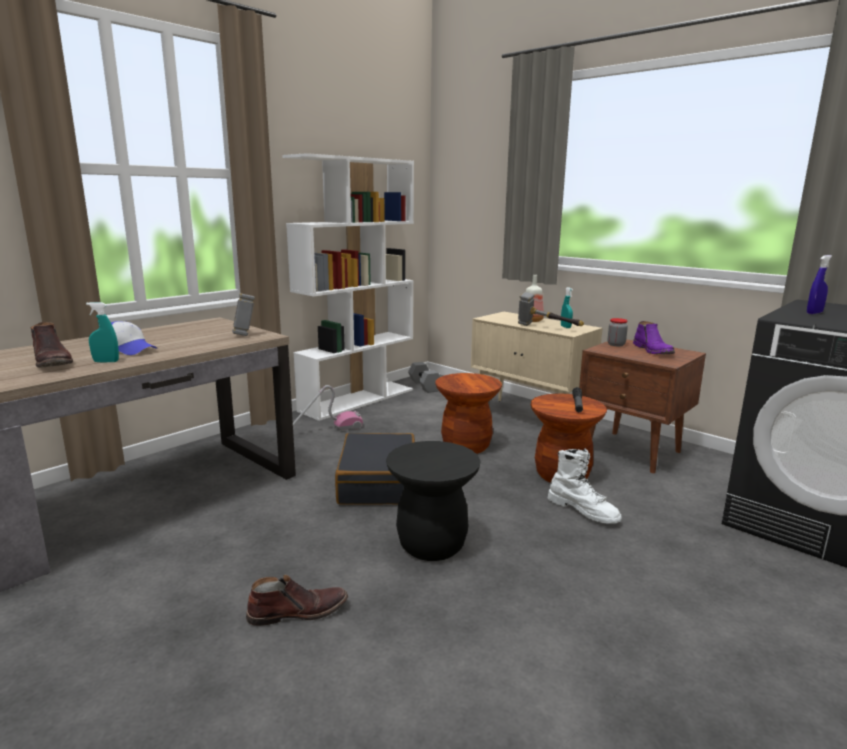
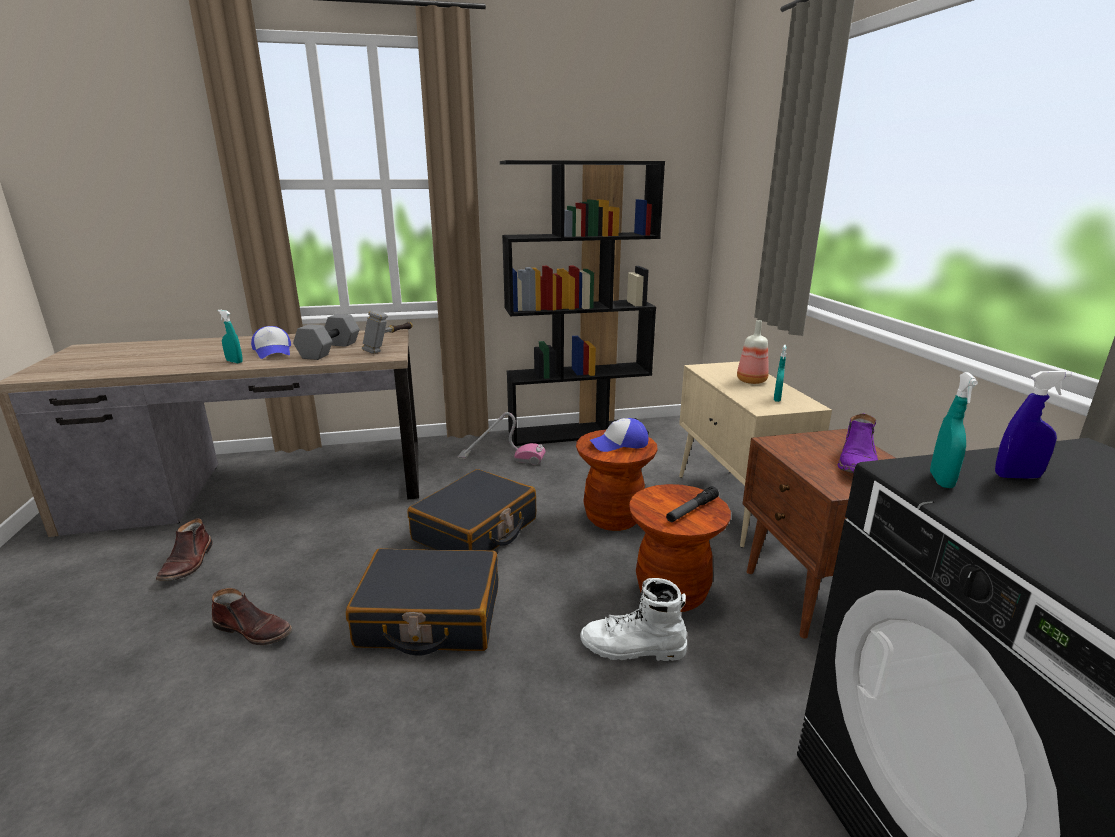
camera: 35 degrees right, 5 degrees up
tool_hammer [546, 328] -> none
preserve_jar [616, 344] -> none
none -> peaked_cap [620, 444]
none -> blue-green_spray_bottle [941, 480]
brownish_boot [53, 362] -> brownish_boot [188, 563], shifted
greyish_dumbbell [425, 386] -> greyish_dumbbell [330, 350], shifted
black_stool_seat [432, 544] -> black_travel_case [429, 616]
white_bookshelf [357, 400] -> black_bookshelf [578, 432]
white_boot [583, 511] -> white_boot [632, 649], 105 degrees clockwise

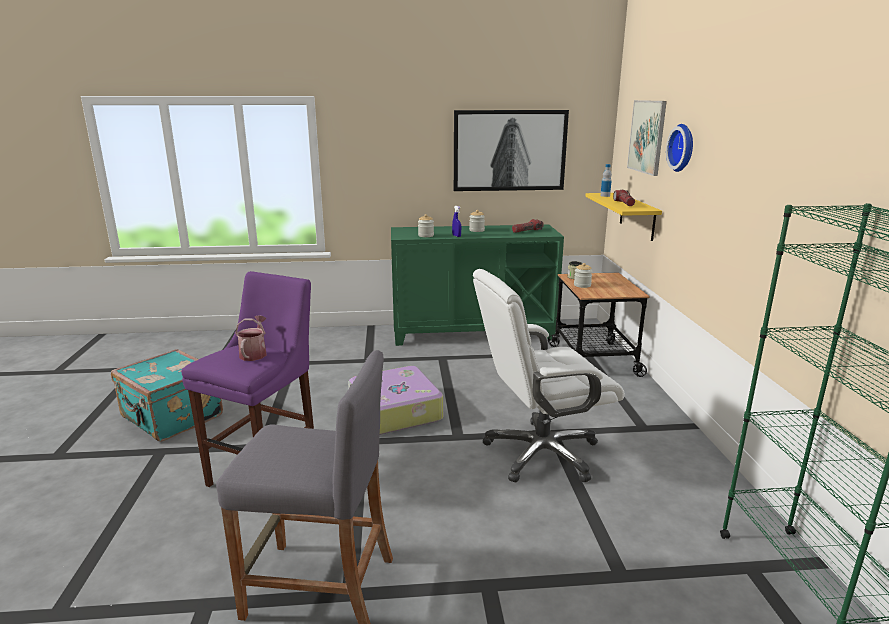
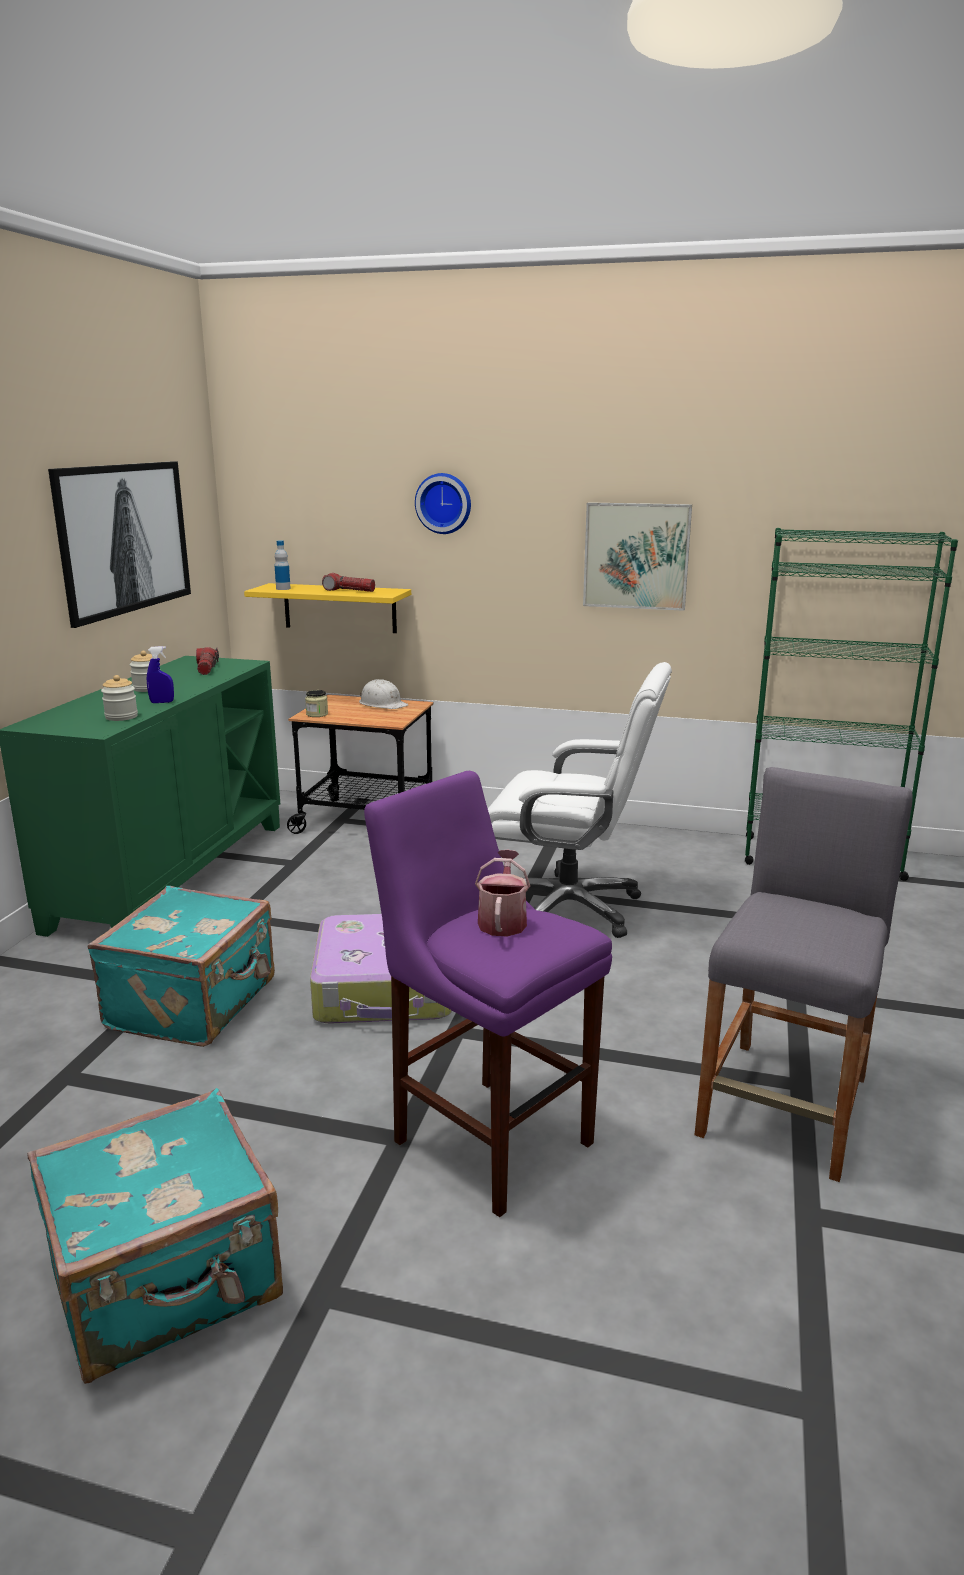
camera: 70 degrees left, 0 degrees up
preserve_jar [582, 285] -> none
none -> blue-green_travel_case [195, 1004]
none -> white_safety_helmet [382, 704]
picture [647, 136] -> picture [636, 556], shifted
watering_pot [254, 353] -> watering_pot [502, 920], 75 degrees clockwise
white_computer_chair [540, 453] -> white_computer_chair [569, 908], 75 degrees counterclockwise

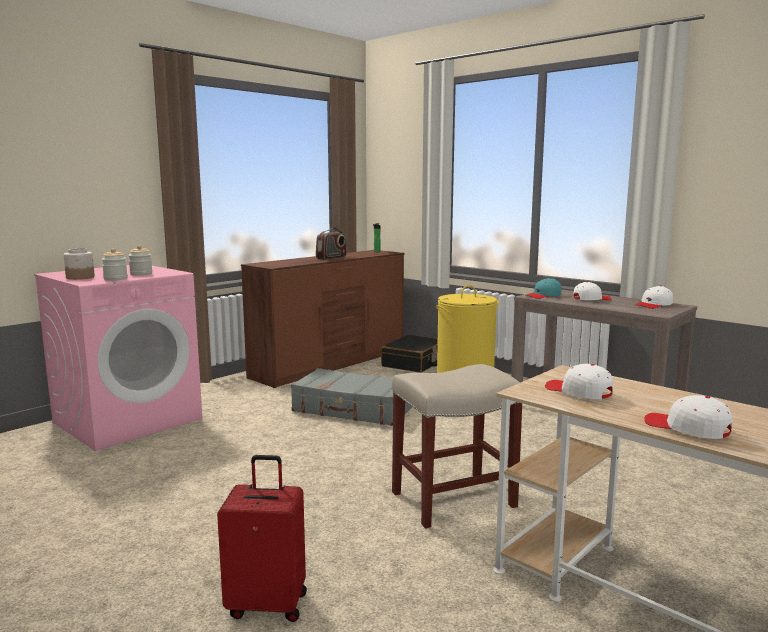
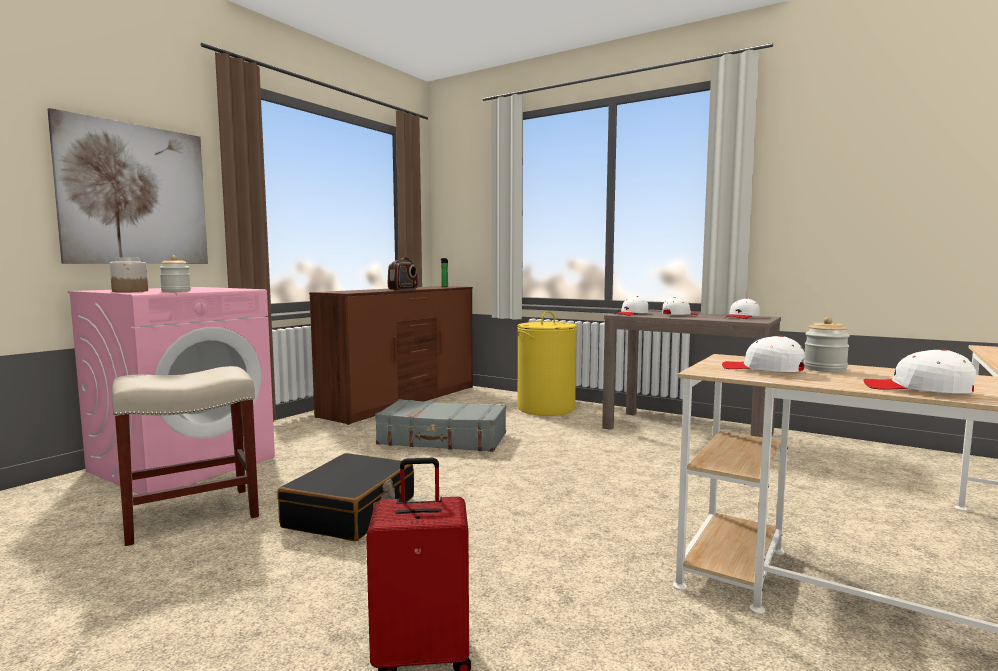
camera: 10 degrees left, 5 degrees down
none -> picture [135, 195]
preserve_jar [141, 274] -> preserve_jar [824, 369], shifted
black_travel_case [414, 363] -> black_travel_case [351, 512], shifted
beige-coloured_stool_seat [454, 499] -> beige-coloured_stool_seat [193, 514], shifted
blue-green_peaked_cap [543, 296] -> white_peaked_cap [631, 314]

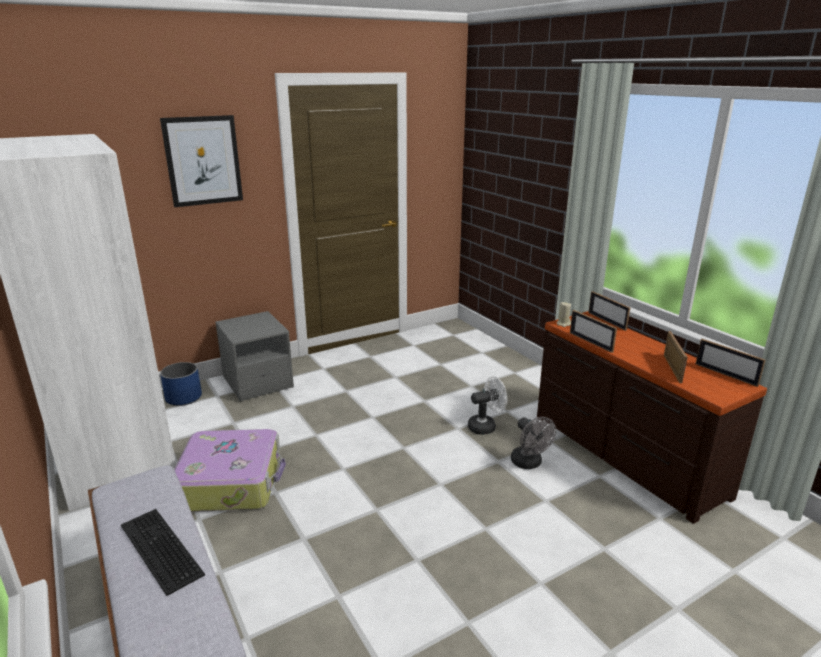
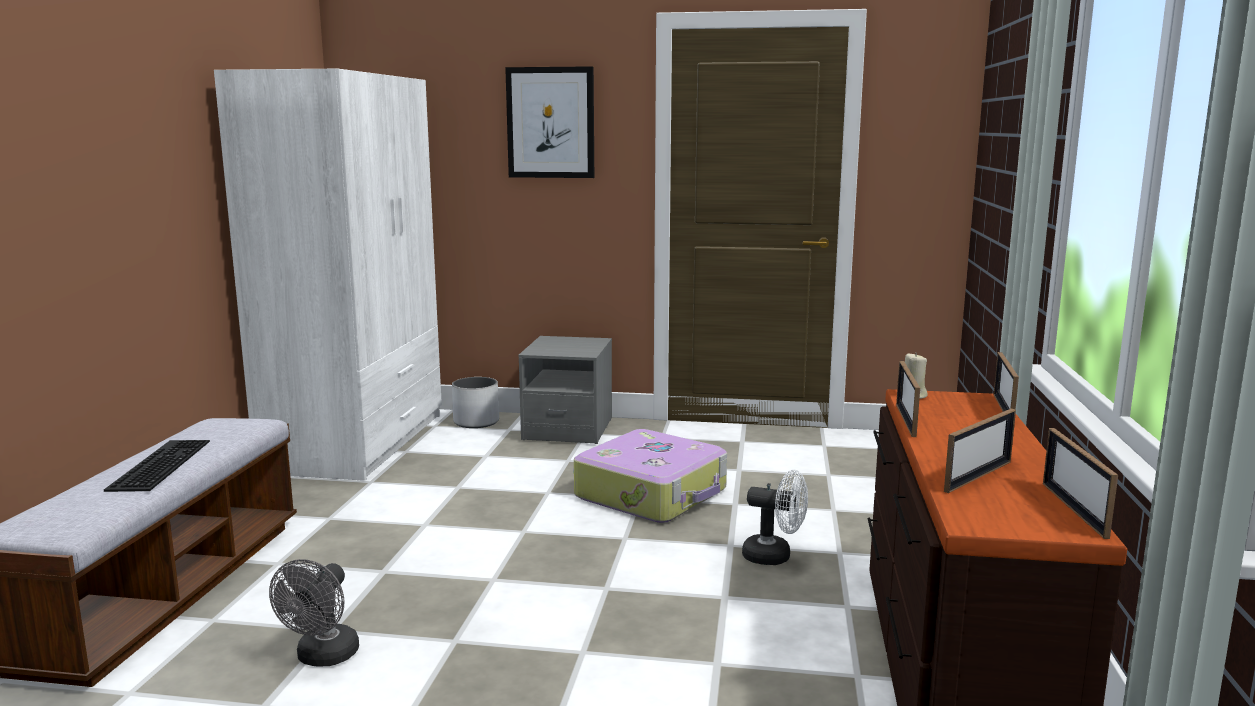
camera: 40 degrees right, 10 degrees down
travel_case [231, 482] -> travel_case [653, 494], shifted
greyish_cooling_fan [529, 463] -> greyish_cooling_fan [323, 658], shifted
blue-coloured_plant_pot [183, 397] -> white_plant_pot [476, 422]

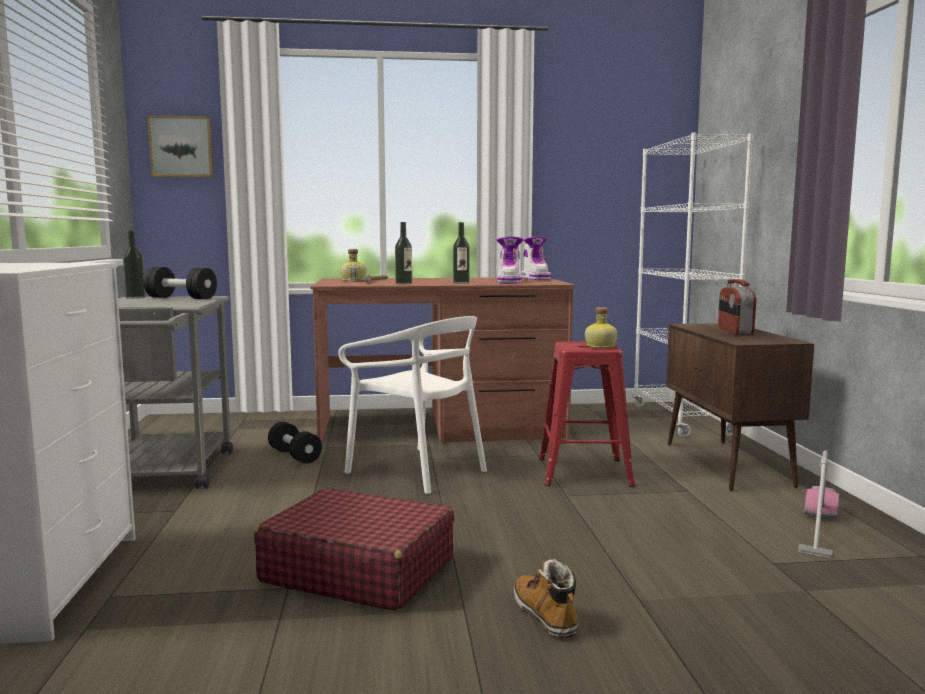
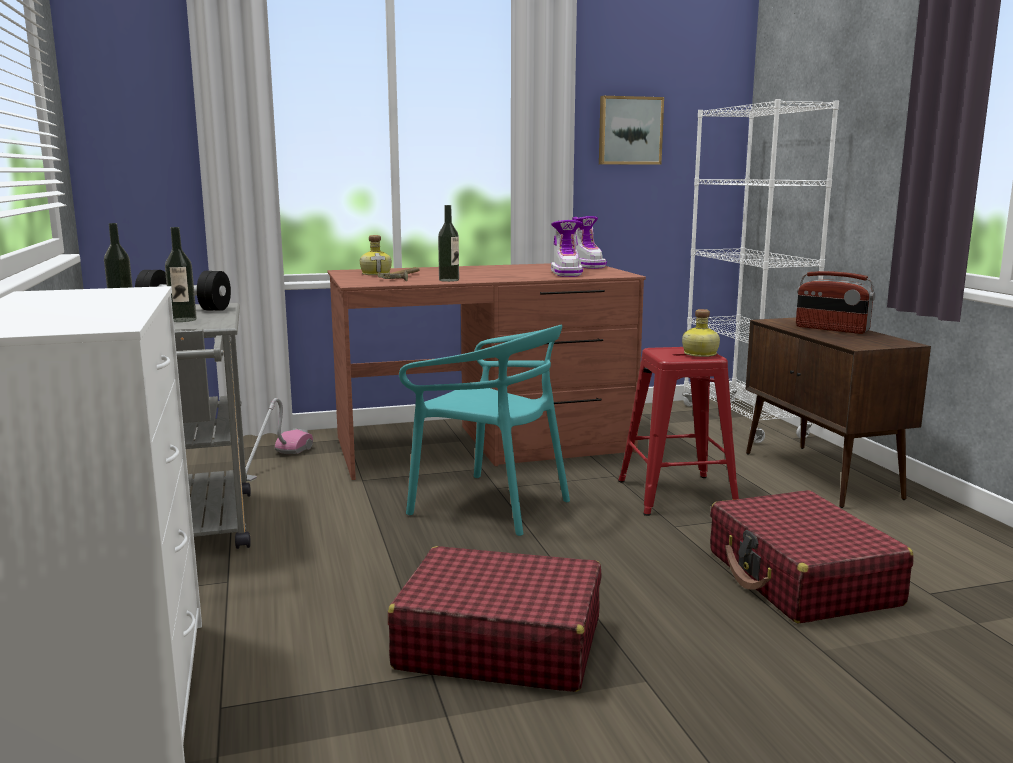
camera: 10 degrees left, 5 degrees up
black_dumbbell [295, 456] -> none
boot [545, 615] -> none
none -> red-coloured_travel_case [801, 578]
picture [182, 147] -> picture [629, 131], shifted
bottle [461, 282] -> bottle [183, 320], shifted
hoover [818, 529] -> hoover [273, 462], shifted
white_plain_chair [417, 470] -> blue-green_plain_chair [490, 505]
radio [734, 331] -> radio [831, 329], 45 degrees counterclockwise

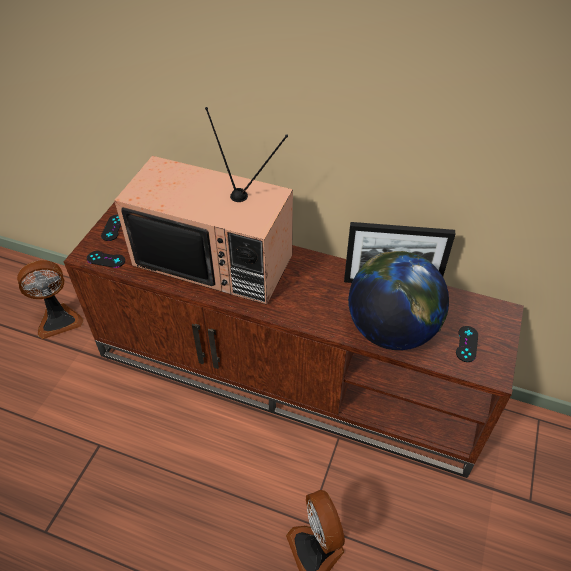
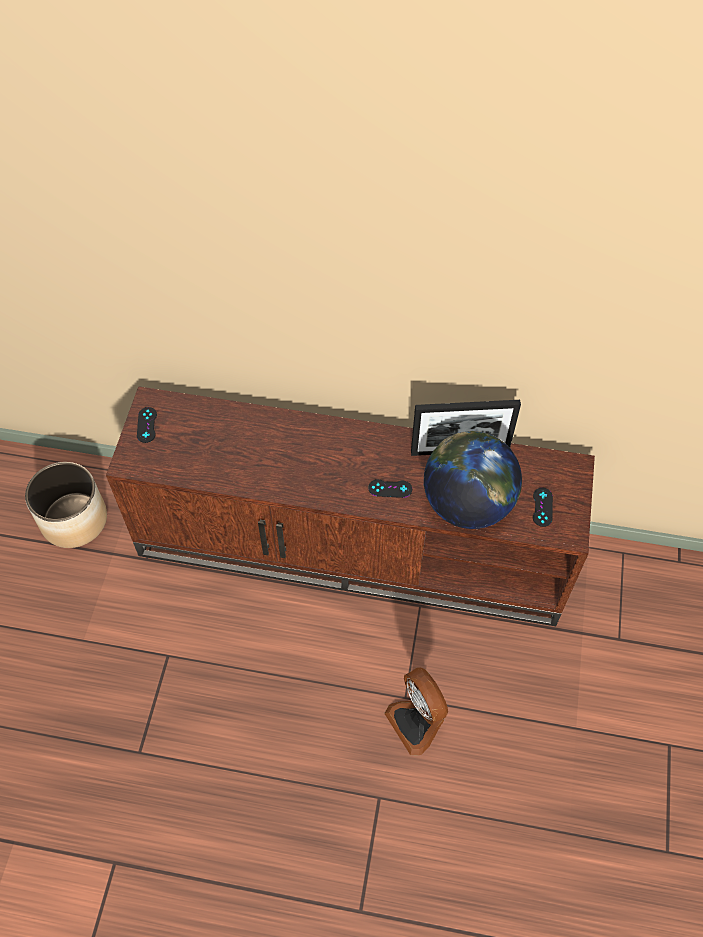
camera: 10 degrees left, 10 degrees up
TV [216, 259] -> none
black_gamepad [106, 259] -> black_gamepad [390, 488], shifted
cooling_fan [58, 319] -> plant_pot [74, 519]

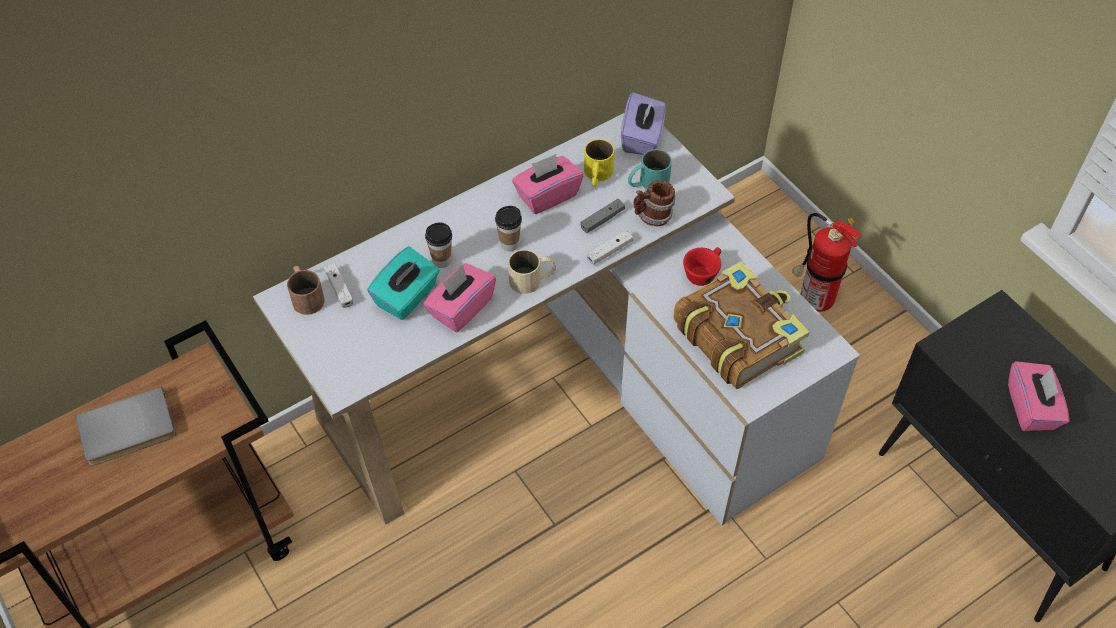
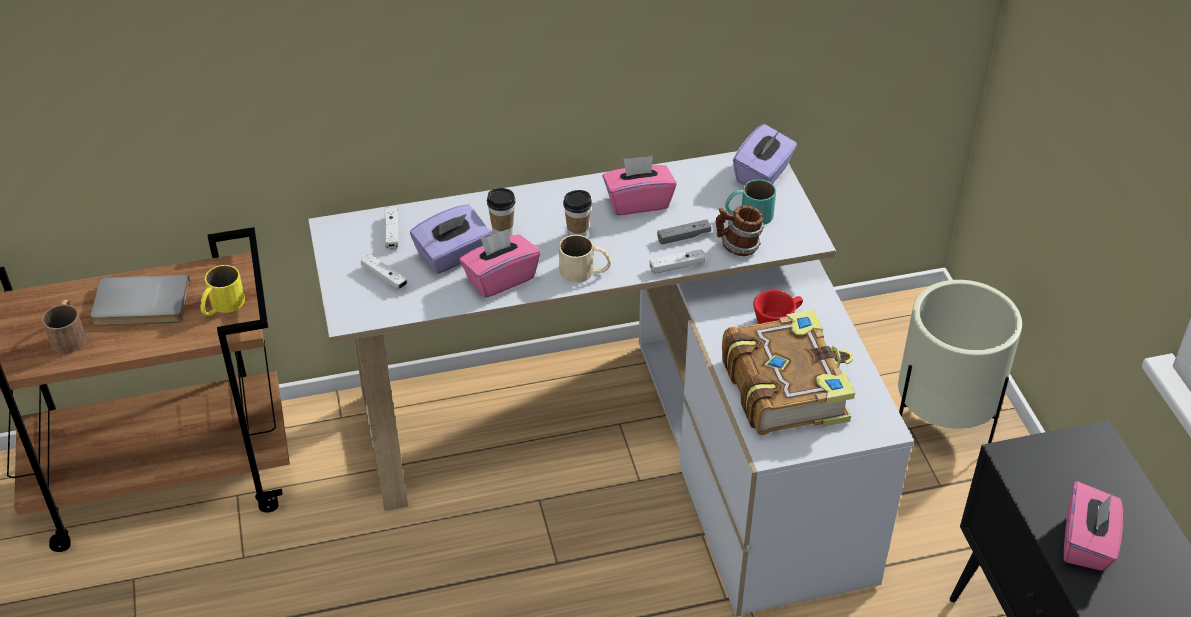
camera: 20 degrees right, 10 degrees down
none -> white_gamepad [384, 277]
brownish_tea_mug [305, 295] -> brownish_tea_mug [70, 334], shifted
yellow_tea_mug [597, 175] -> yellow_tea_mug [221, 306], shifted
fire-fighting_cylinder [813, 299] -> beige-coloured_plant_pot [942, 424]
blue-green_tissue_holder [407, 297] -> purplish_tissue_holder [452, 256]

